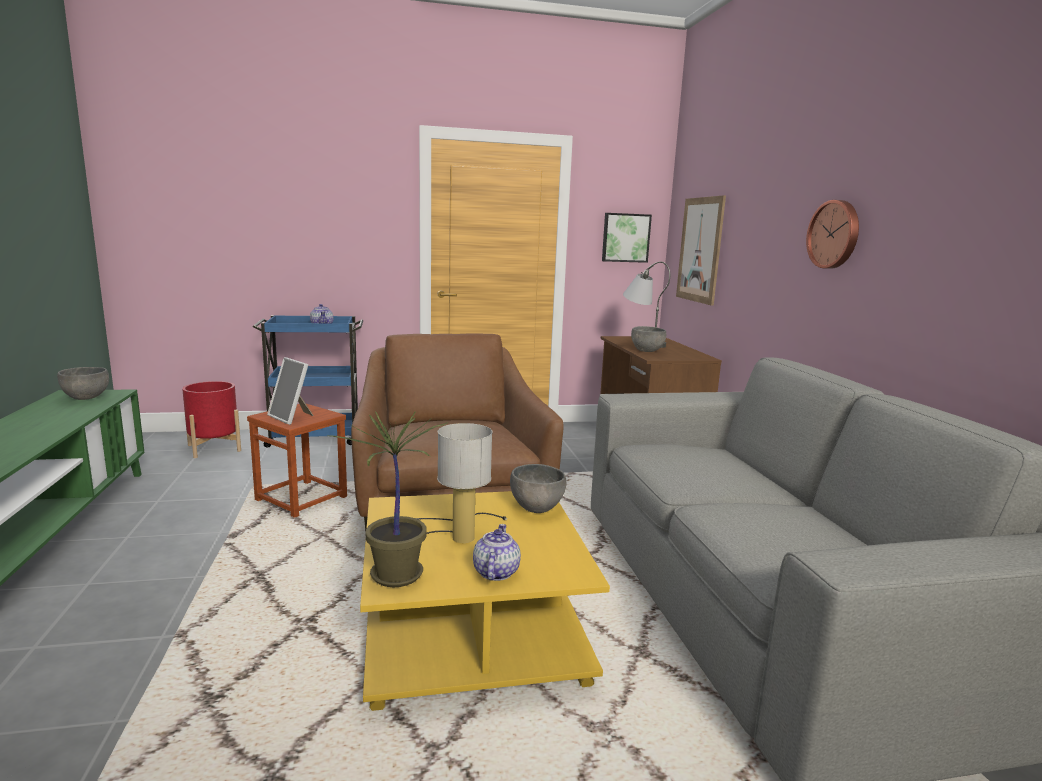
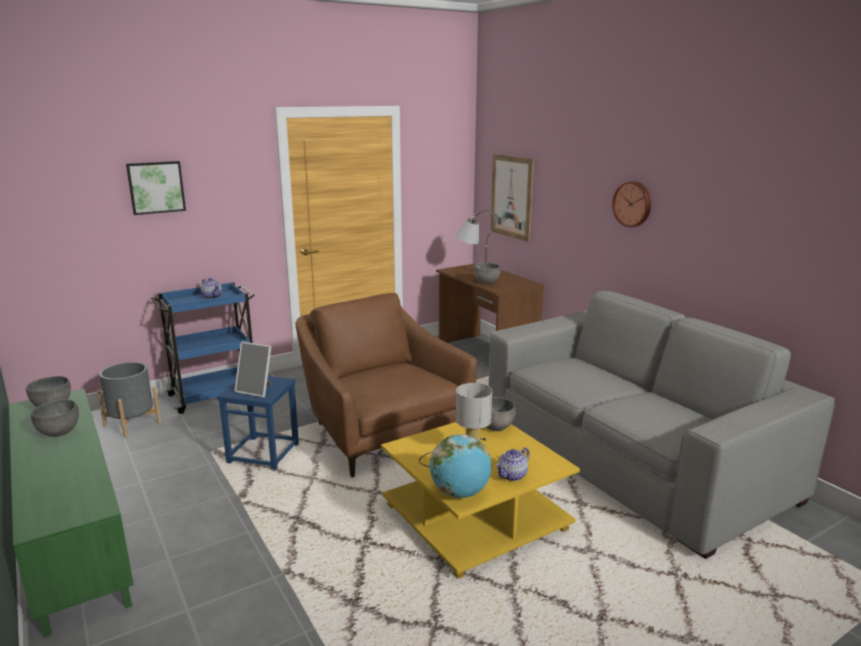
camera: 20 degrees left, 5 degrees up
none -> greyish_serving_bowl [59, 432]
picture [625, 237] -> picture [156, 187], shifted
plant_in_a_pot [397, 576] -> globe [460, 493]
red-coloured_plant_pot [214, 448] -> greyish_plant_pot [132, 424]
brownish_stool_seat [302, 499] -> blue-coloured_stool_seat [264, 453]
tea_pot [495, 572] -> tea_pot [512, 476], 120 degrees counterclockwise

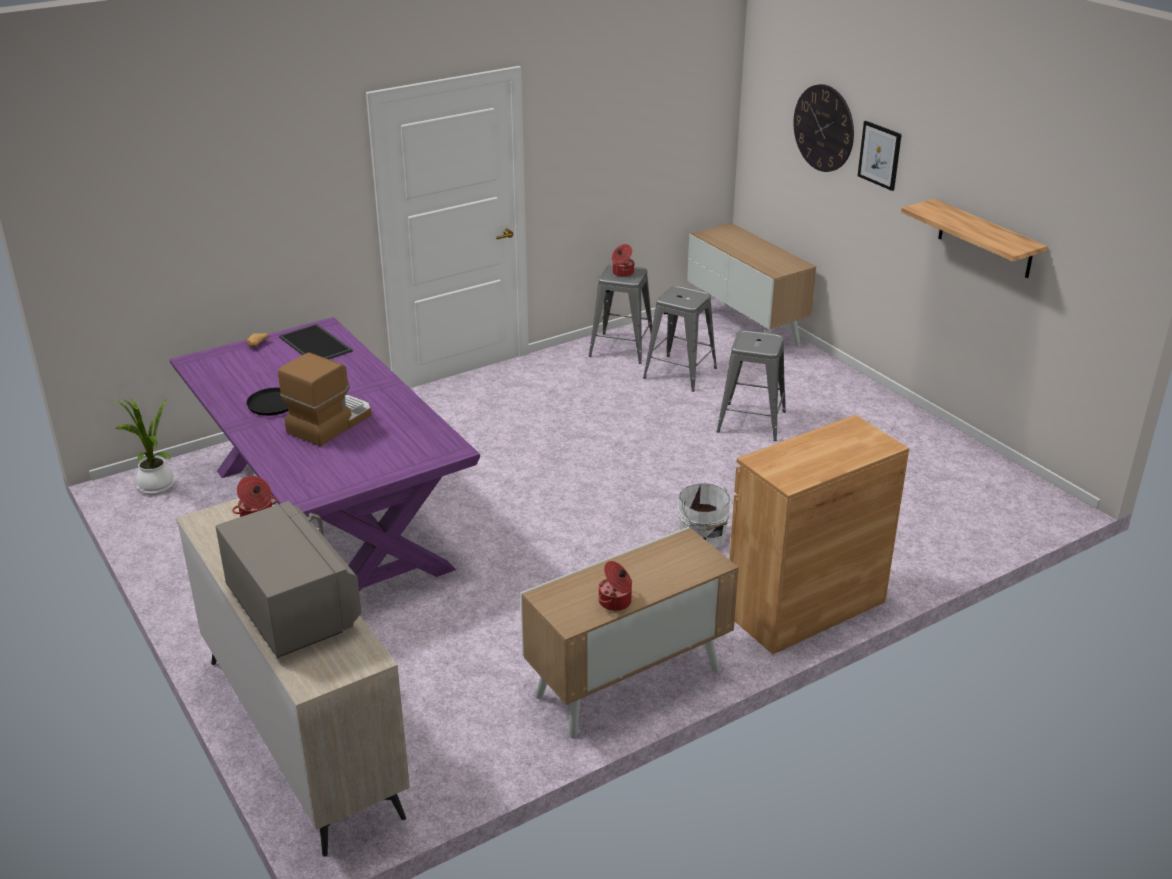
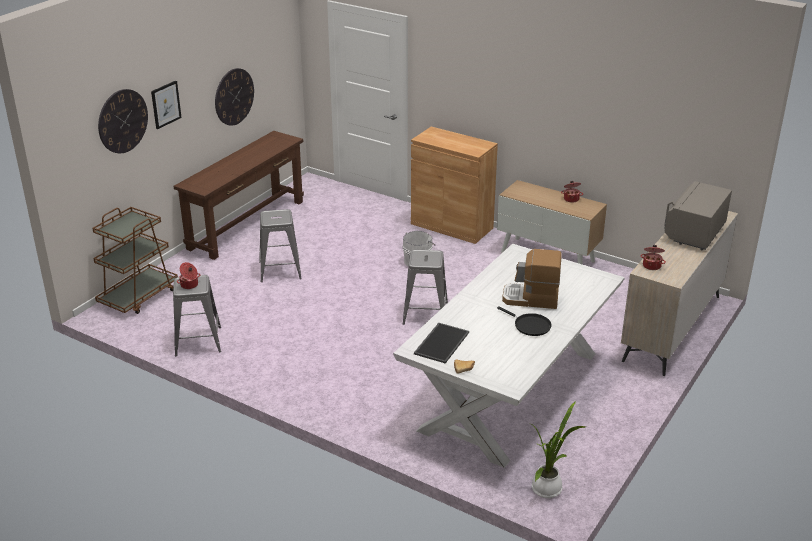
camera: 115 degrees left, 0 degrees up
none -> brownish_narrow_table [247, 224]
greyish_stool_seat [680, 373] -> greyish_stool_seat [425, 313], shifted
cupboard [746, 329] -> brownish_cart [139, 296]
shelf [985, 239] -> wall_clock [234, 96]
purplish_kitchen_table [328, 517] -> white_kitchen_table [510, 391]

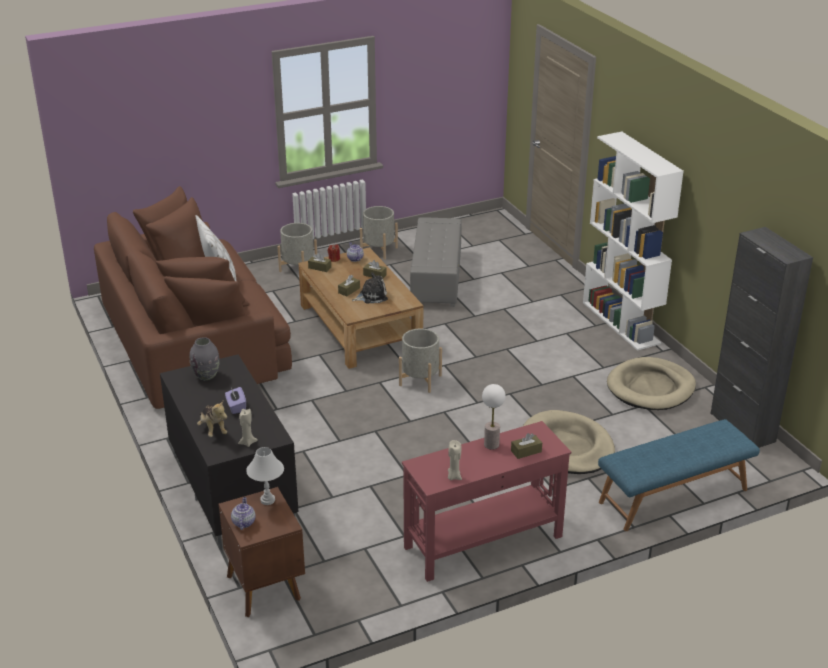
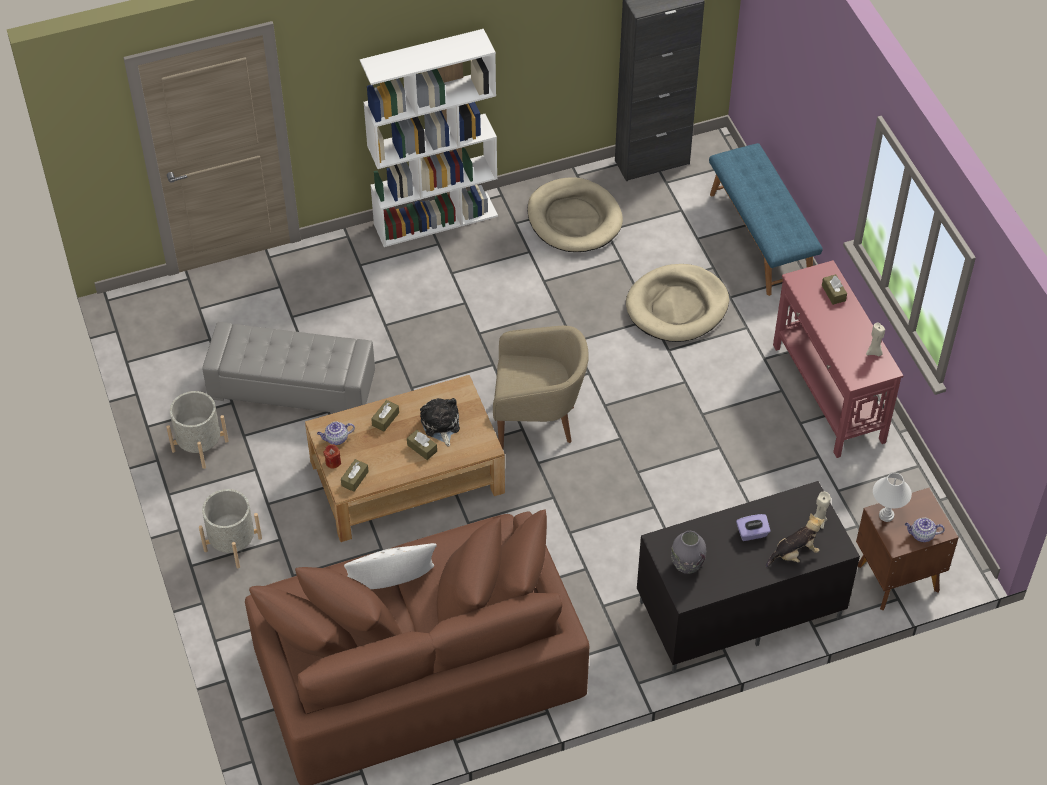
camera: 85 degrees left, 20 degrees up
lamp_for_a_table [491, 444] -> none
greyish_plant_pot [420, 380] -> beige-coloured_lounge_chair [538, 422]

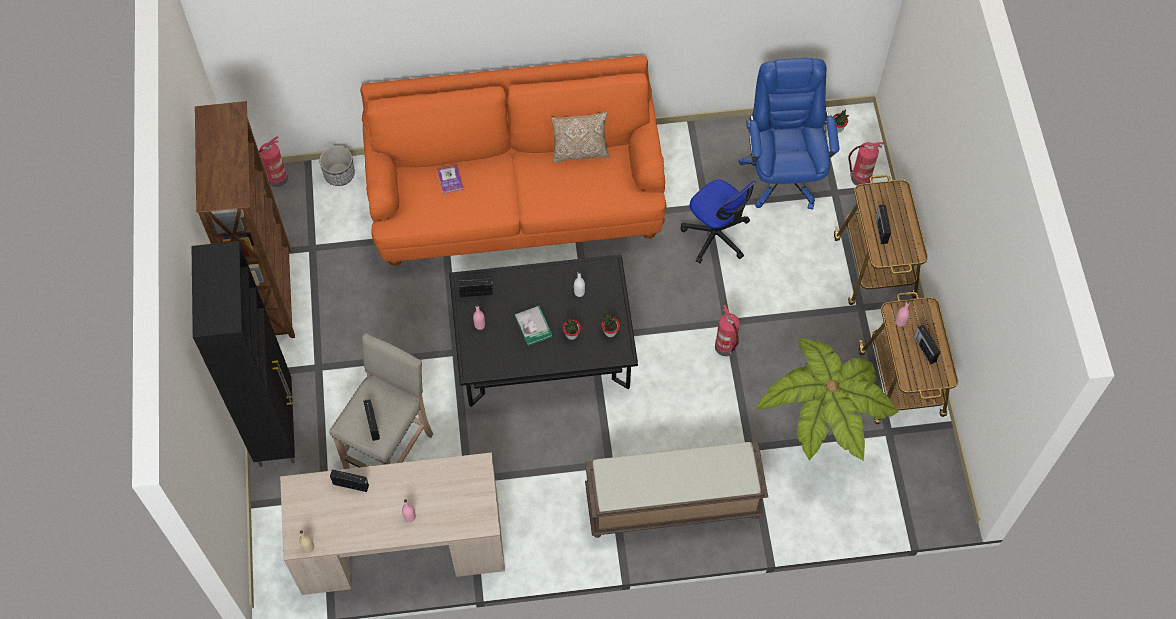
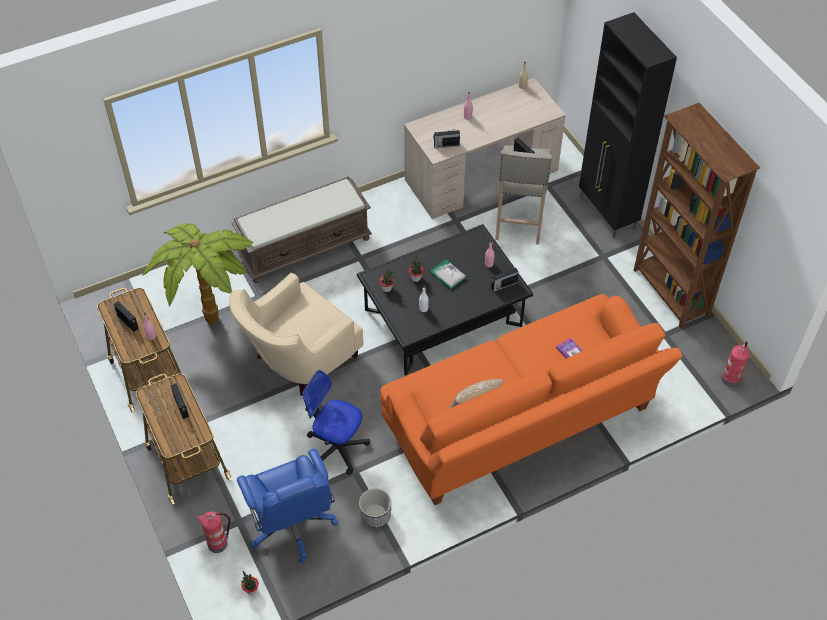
camera: 160 degrees right, 10 degrees down
plant_pot [339, 174] -> plant_pot [375, 515], shifted
radio [351, 485] -> radio [446, 145], shifted
fire-fighting_cylinder [726, 347] -> beige-coloured_lounge_chair [299, 360]

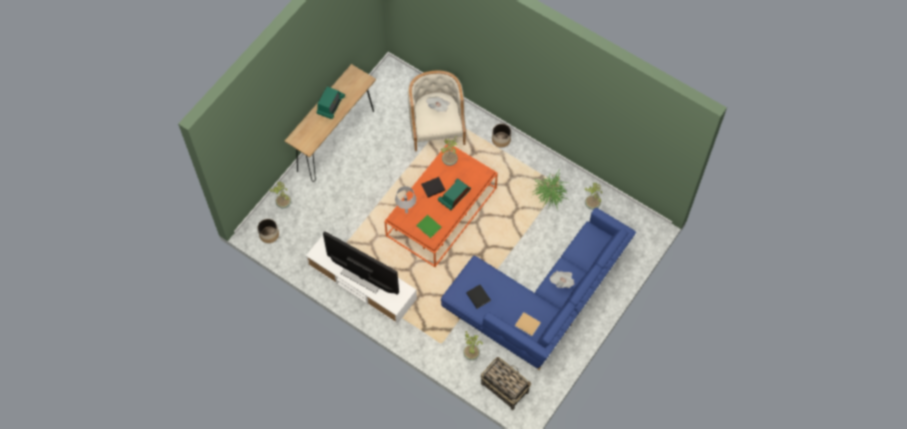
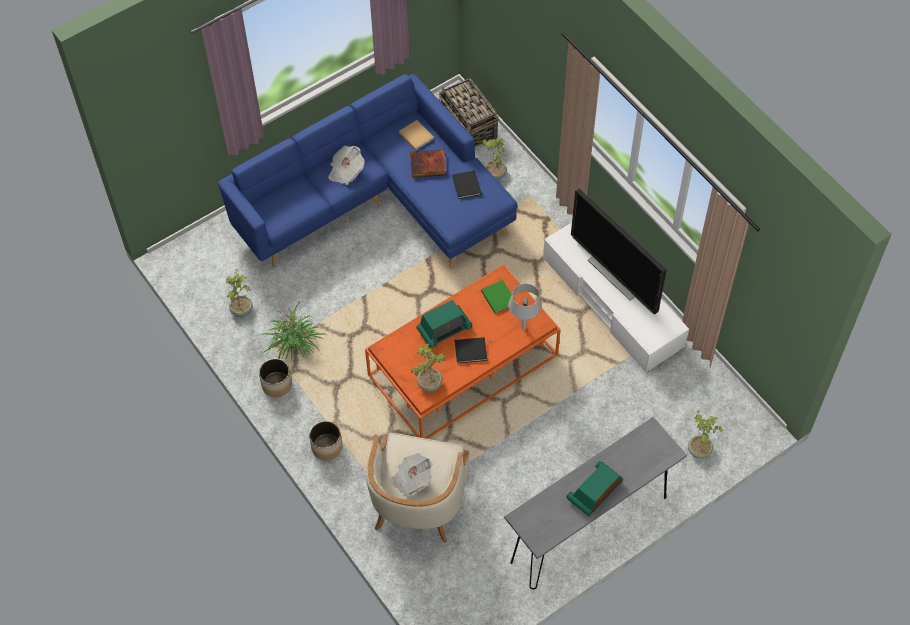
camera: 160 degrees left, 5 degrees down
none -> bound_book [427, 165]
plant_pot [269, 234] -> plant_pot [277, 384], shifted
brownish_narrow_table [335, 140] -> greyish_narrow_table [589, 529]

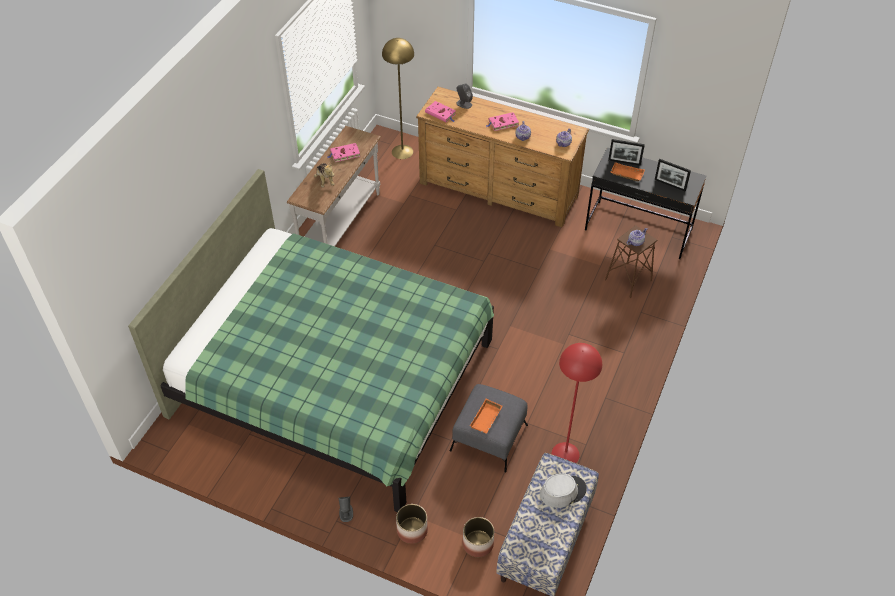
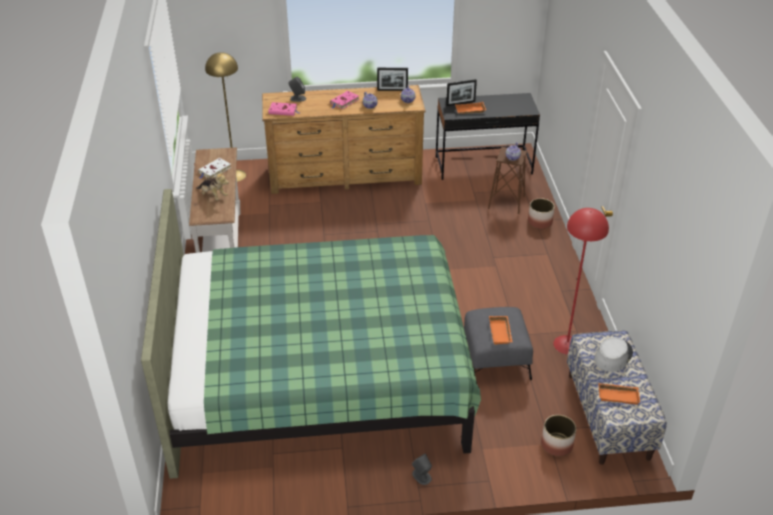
camera: 30 degrees left, 10 degrees down
none -> orange_carrying_tray [618, 395]
plant_pot [412, 530] -> plant_pot [539, 222], shifted
standing_frame [670, 185] -> standing_frame [392, 90], shifted
pink_bound_book [344, 154] -> white_bound_book [214, 171]

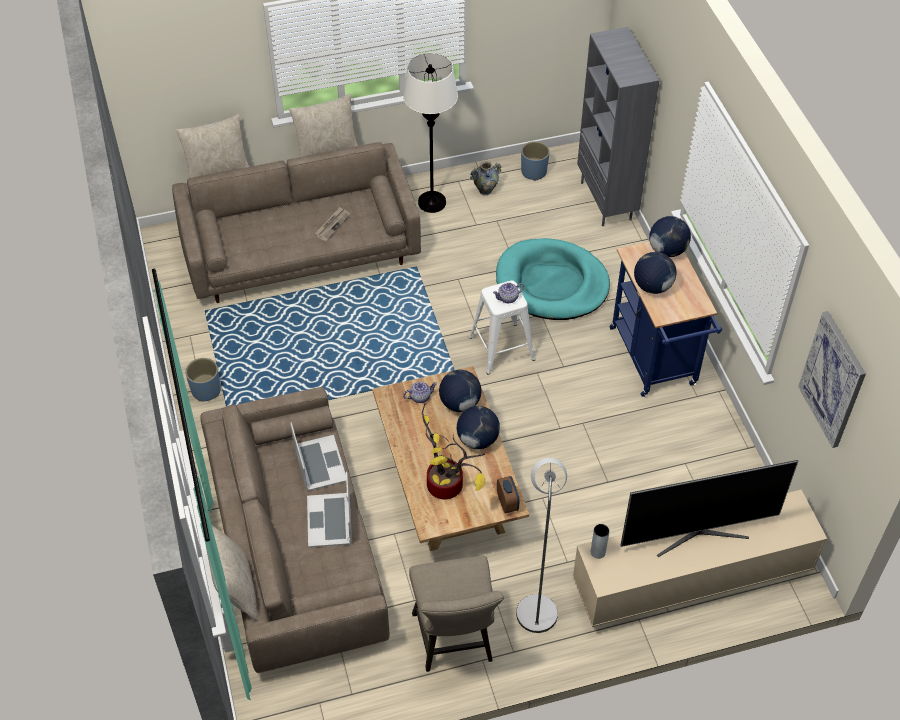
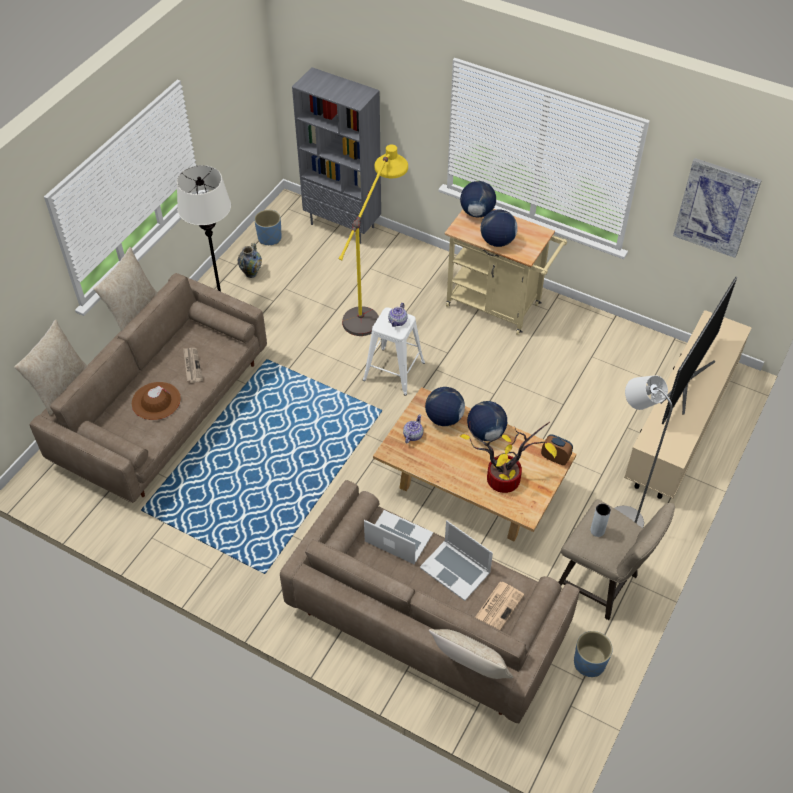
camera: 45 degrees left, 0 degrees up
none -> brownish_wearable_hat [156, 401]
none -> printed_paper [498, 607]
blue-coloured_plant_pot [206, 390] -> blue-coloured_plant_pot [589, 663], shifted
greyish_vase [598, 552] -> greyish_vase [597, 530], shifted
blue-green_dog_bed [551, 283] -> yellow_standard_lamp [373, 304]
blue-coloured_cart [655, 361] -> beige-coloured_cart [498, 307]

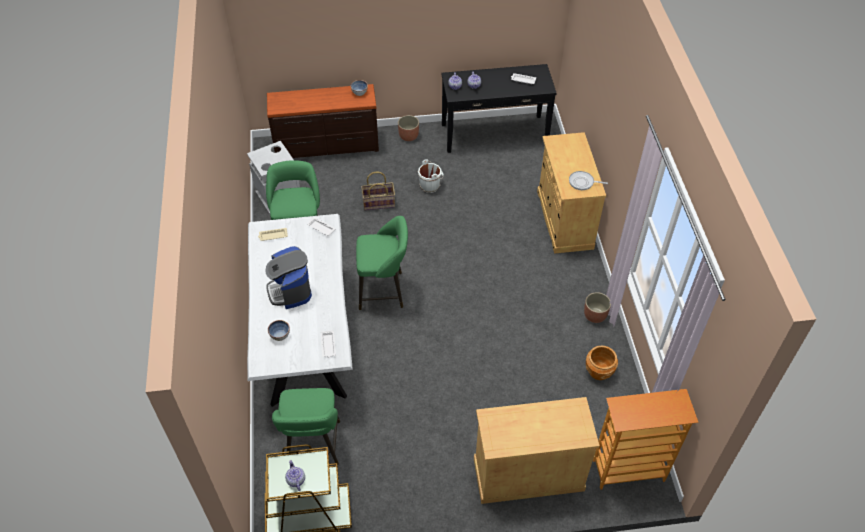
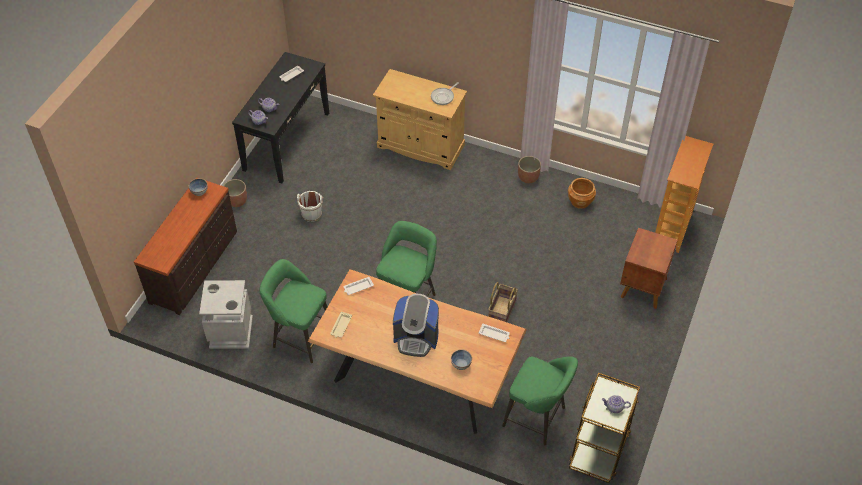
camera: 60 degrees left, 0 degrees up
basket [379, 202] -> basket [501, 311], shifted
beige-coloured_cupboard [528, 474] -> brownish_nightstand [642, 288]
white_kitchen_table [305, 337] -> brownish_kitchen_table [418, 378]

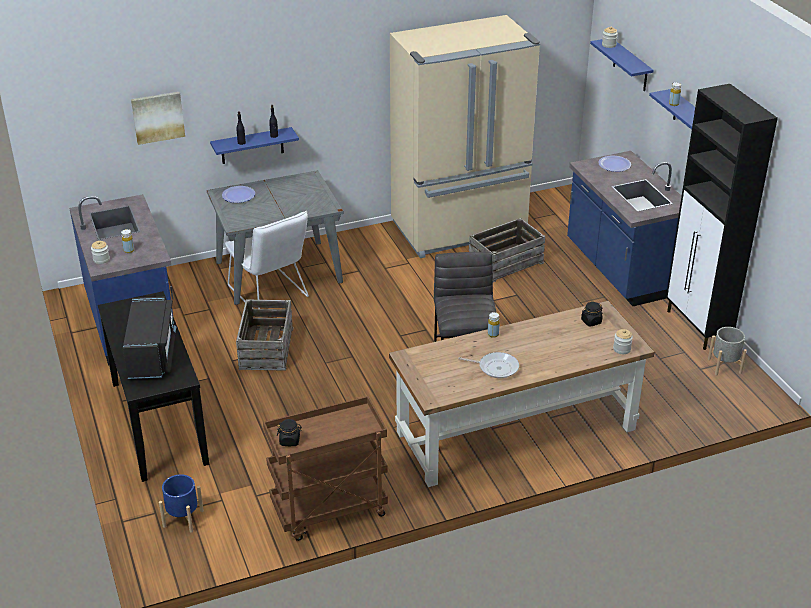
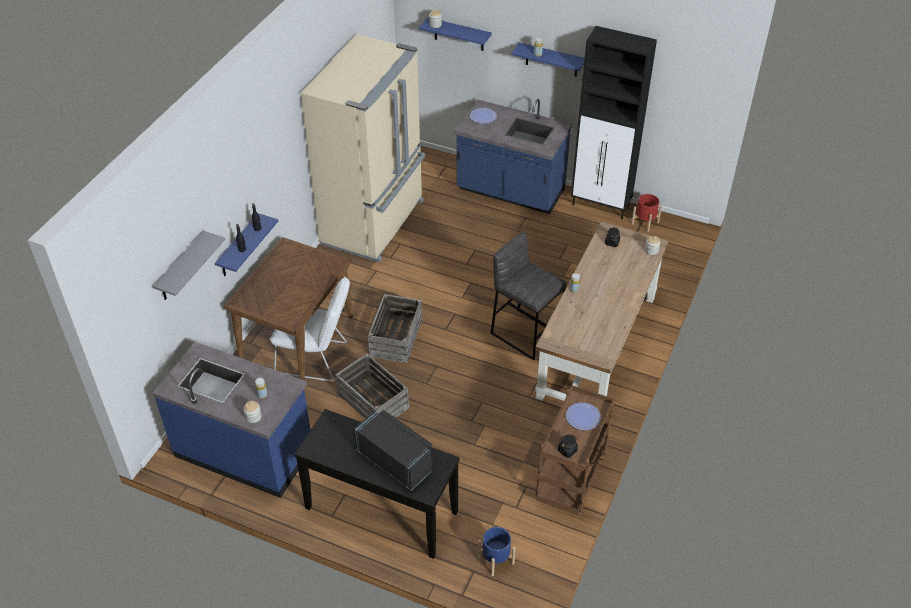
camera: 45 degrees left, 10 degrees up
pan [496, 367] -> none
flat_dish [238, 195] -> flat_dish [583, 417], shifted
crate [505, 262] -> crate [395, 338], shifted
picture [158, 117] -> greyish_shelf [181, 267]
greyish_kitchen_table [280, 272] -> brownish_kitchen_table [297, 337]
greyish_plant_pot [724, 366] -> red-coloured_plant_pot [645, 223]

